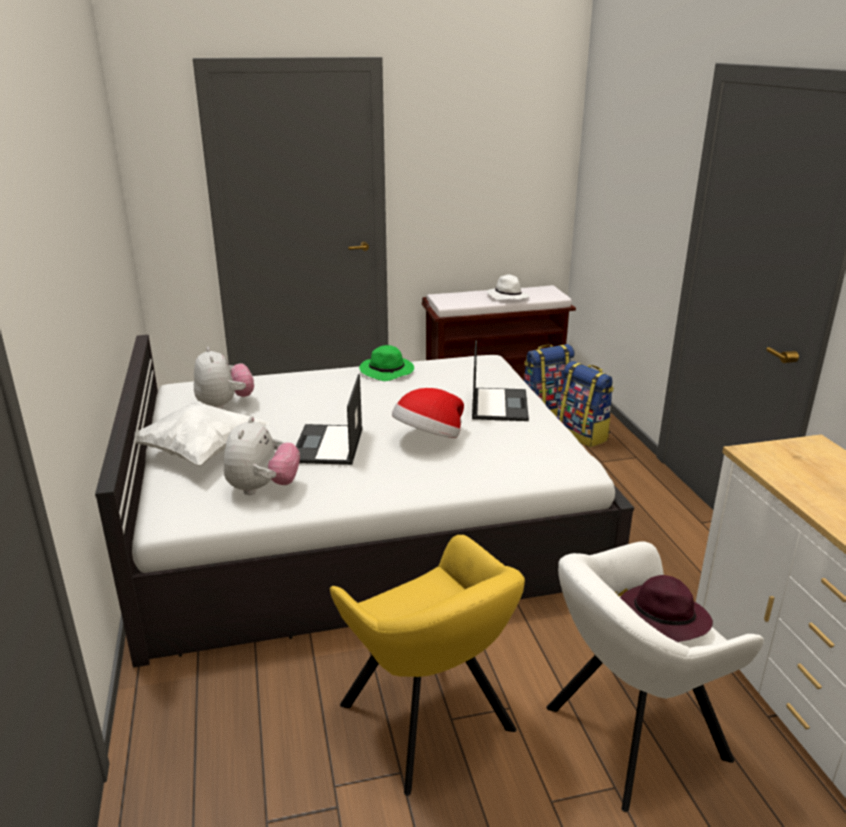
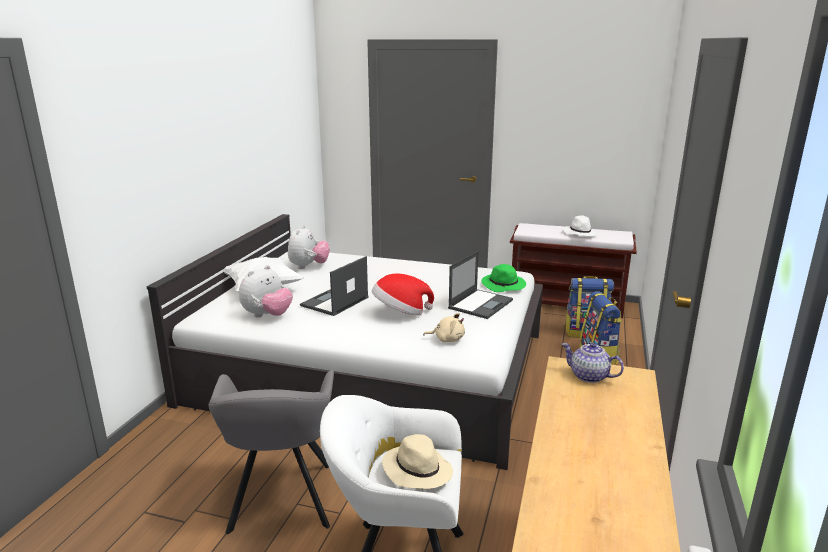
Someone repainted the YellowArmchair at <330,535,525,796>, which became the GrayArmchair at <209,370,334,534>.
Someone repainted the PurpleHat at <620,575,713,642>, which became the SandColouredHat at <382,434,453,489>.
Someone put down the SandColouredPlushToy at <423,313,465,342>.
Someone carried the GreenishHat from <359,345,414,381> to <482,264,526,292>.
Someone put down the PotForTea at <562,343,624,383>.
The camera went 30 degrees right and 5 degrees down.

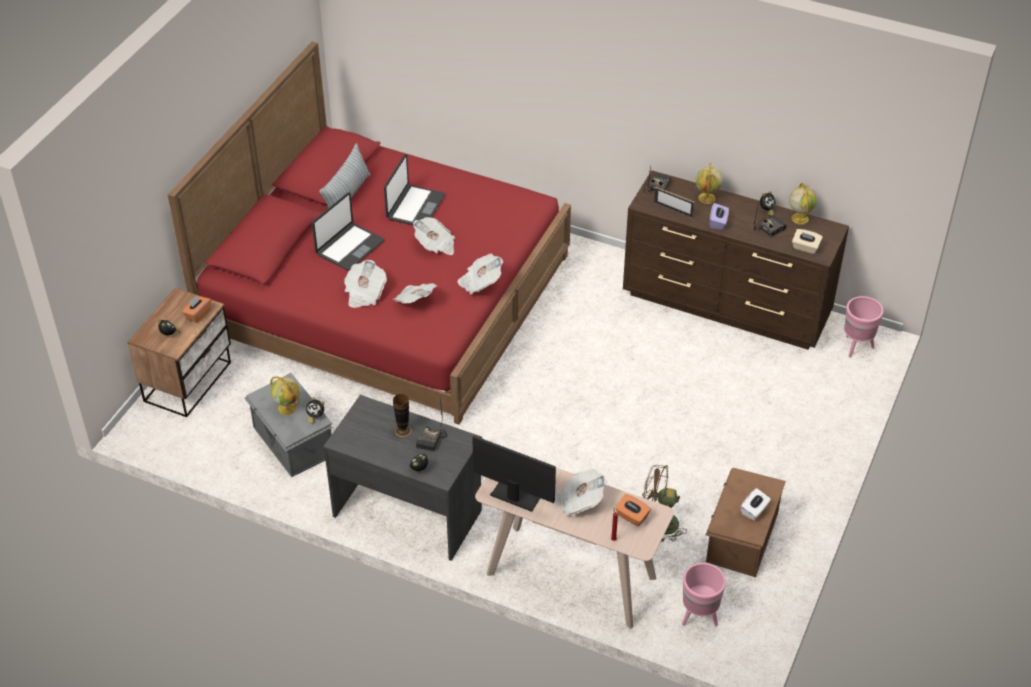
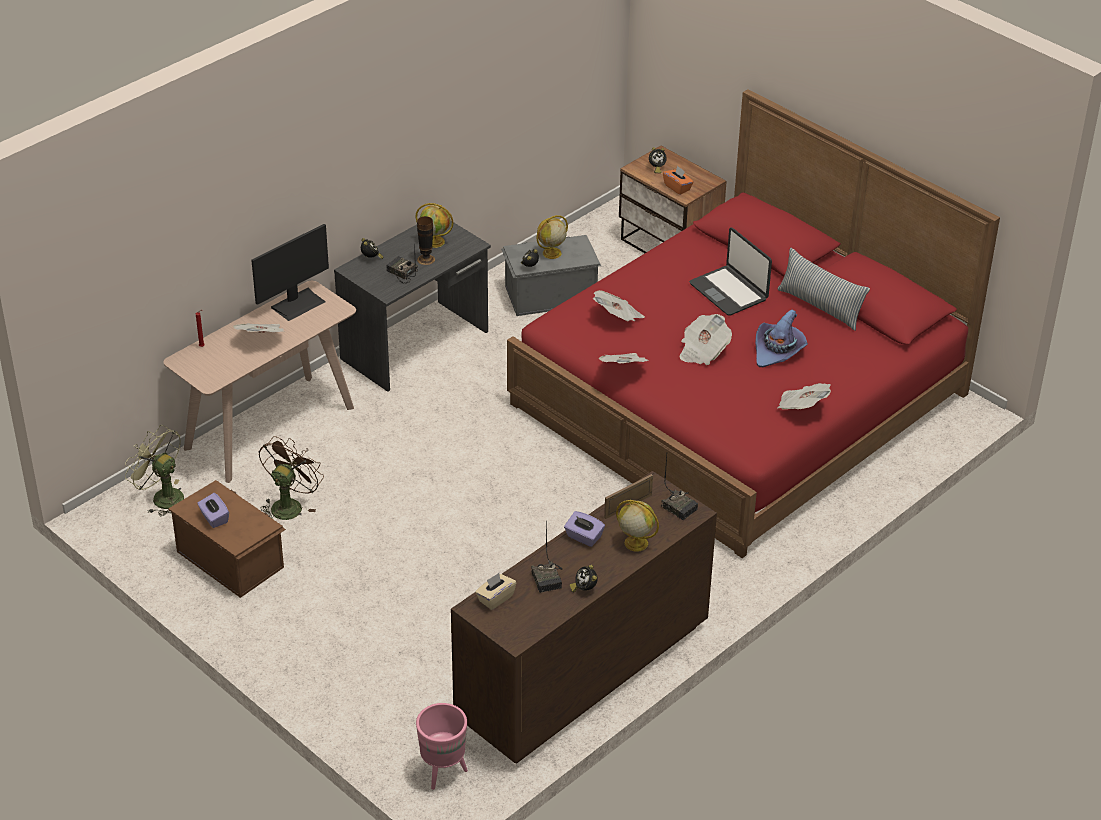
Someone swapped the PinkFlowerPot at <682,563,726,626> for the GreenishCoolingFan at <125,425,184,516>.
Someone repainted the WhitishTissueBox at <741,488,771,521>, which became the PurpleTissueBox at <197,493,229,528>.
Someone carried the DeskGlobe from <789,183,817,225> to <415,203,454,248>.
Someone swapped the NotebookComputer at <384,154,445,225> for the PurpleHat at <755,310,808,367>.
Someone carried the Newspaper from <344,260,387,308> to <777,383,831,409>.
Someone took away the OrangeColouredTissueBox at <615,494,651,527>.
The camera went 110 degrees right and 5 degrees down.

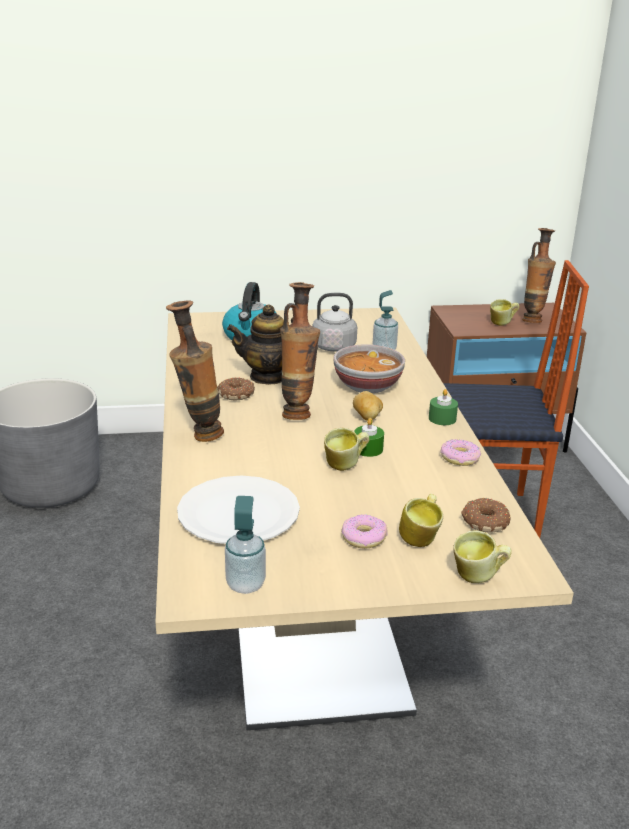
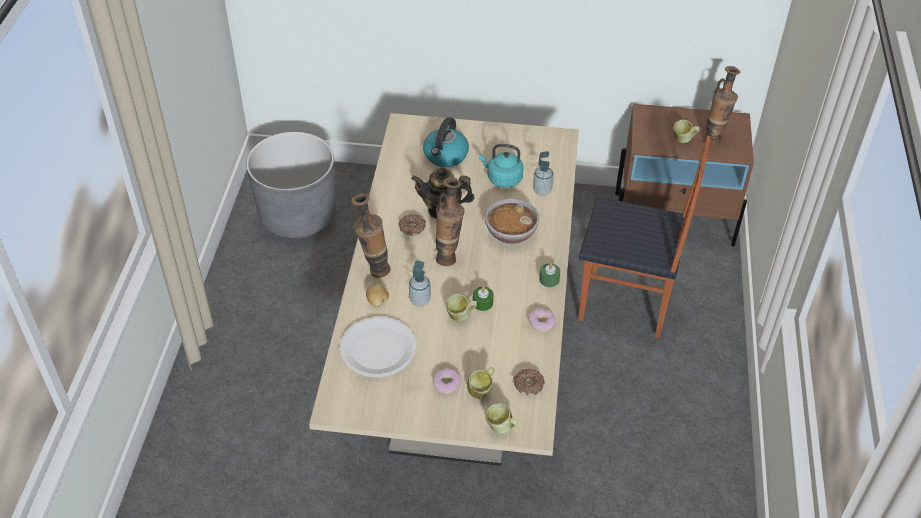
Someone carried the WholePotato from <353,391,383,421> to <366,283,389,307>.
Someone carried the SoapBottle from <225,496,266,594> to <409,261,431,306>.
Someone repainted the GrayTeaKettle at <312,293,357,351>, which became the TurquoiseColouredTeaKettle at <479,144,524,188>.
The camera went 15 degrees right and 20 degrees up.

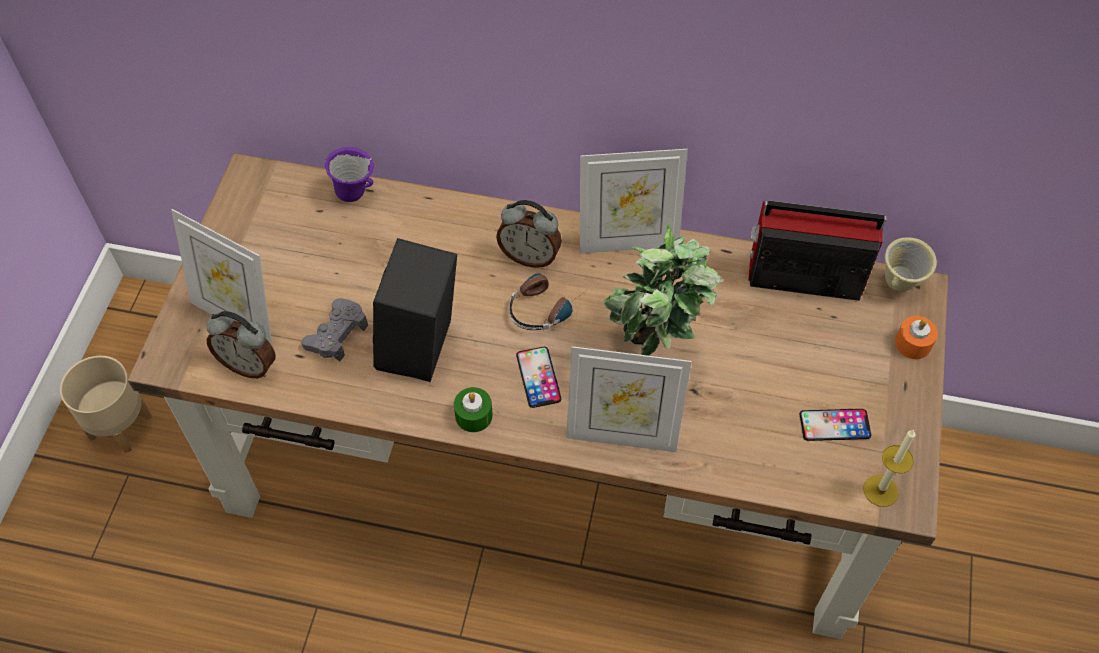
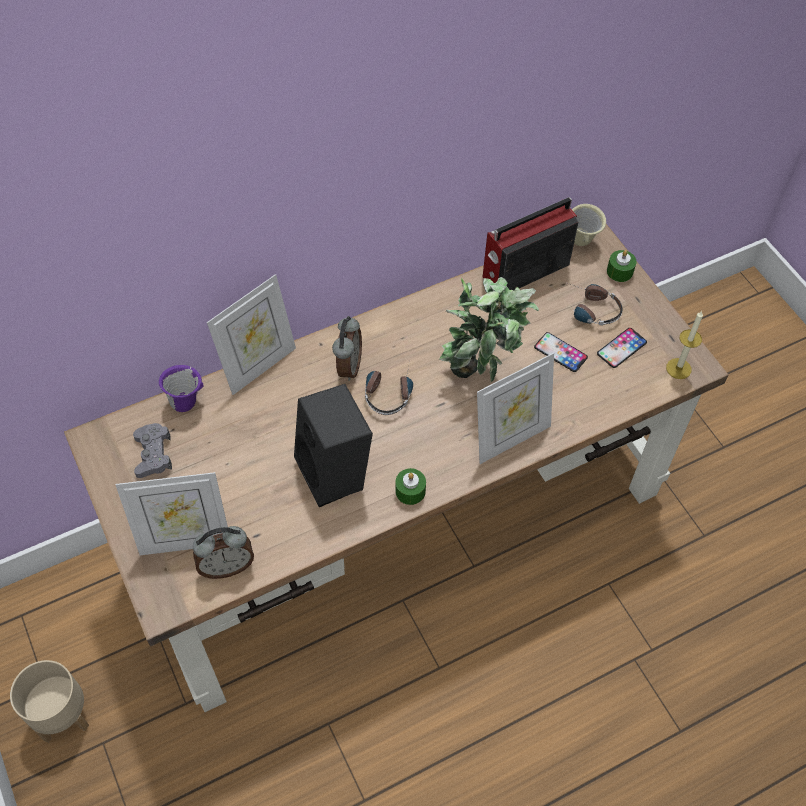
Someone carried the GrayGameController from <301,298,368,361> to <133,423,172,478>.
Someone carried the PictureFrame from <580,149,688,254> to <207,274,296,395>.
Someone rotated the AlarmClock at <496,200,562,268> by 60 degrees counterclockwise.
Someone carried the Phone from <516,347,561,408> to <534,332,588,372>.
Someone put down the PairOfHeadphones at <568,283,623,326>.
Someone repainted the OrangeColouredWaxCandle at <895,316,938,359>, which became the GreenishWaxCandle at <607,250,637,282>.
The camera went 40 degrees left and 0 degrees up.

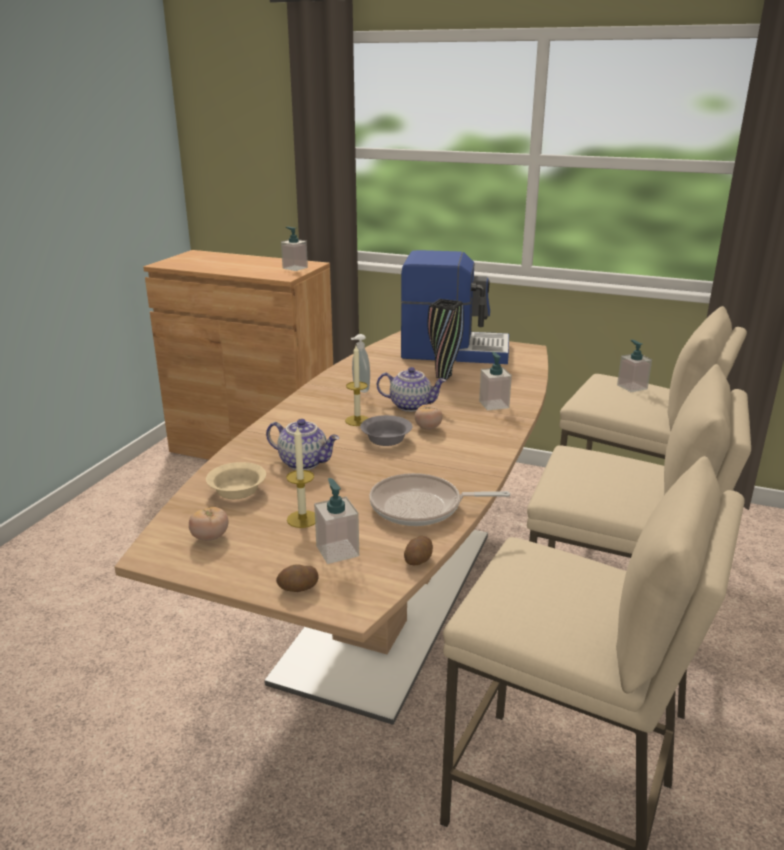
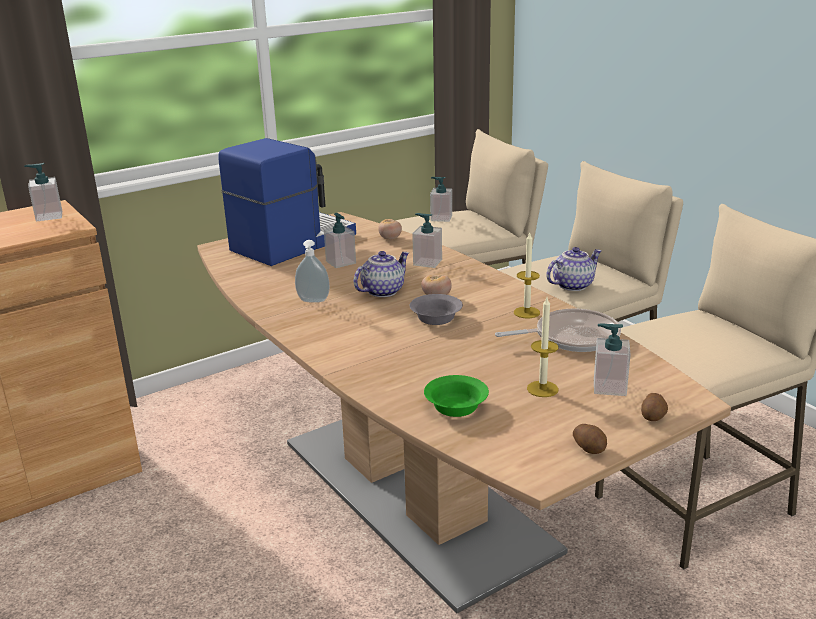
Someone swapped the BlackishDecorativeVase at <428,299,464,380> for the SoapBottle at <324,213,356,268>.
Someone carried the Tomato from <189,507,229,541> to <378,219,402,240>.
Someone repainted the SandColouredDeepDish at <206,462,266,499>, which became the GreenishDeepDish at <424,375,489,417>.
Someone rotated the Skillet at <369,473,511,526> by 135 degrees counterclockwise.
Someone carried the WaxCandle from <345,346,368,426> to <514,233,540,318>.
Someone carried the PotForTea from <266,419,339,470> to <546,247,601,291>.
Someone carried the WholePotato from <404,536,433,565> to <573,424,607,454>.
The camera went 55 degrees left and 0 degrees up.

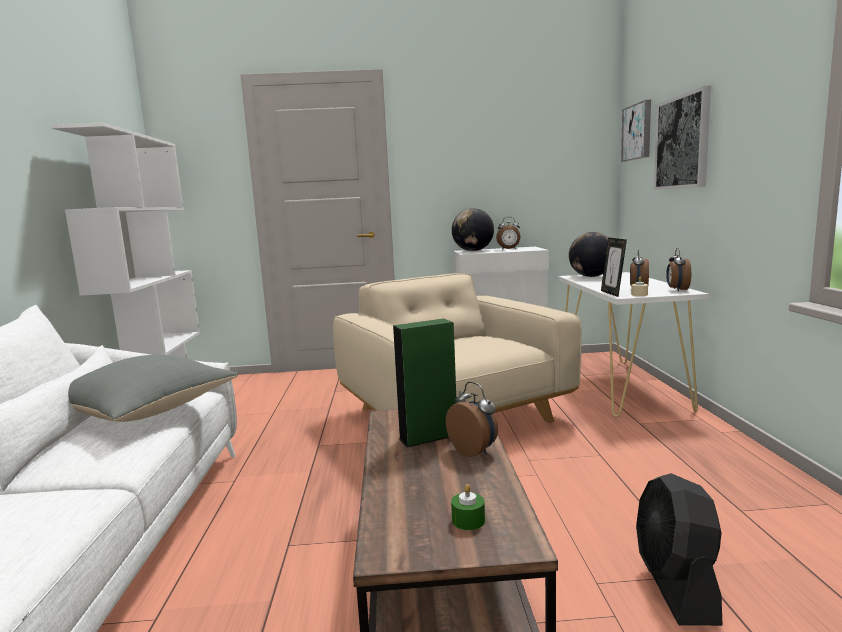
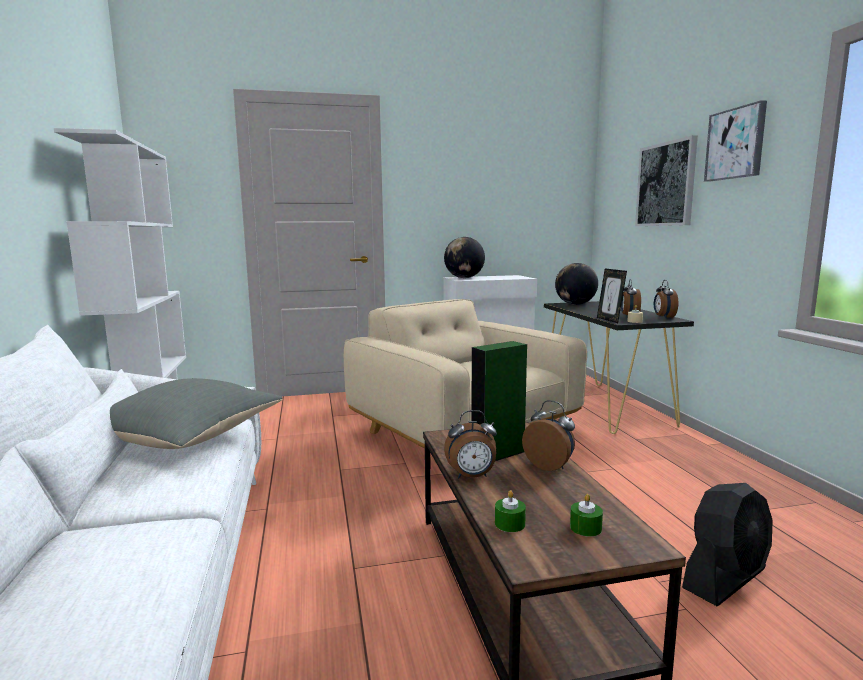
Someone carried the AlarmClock from <496,217,520,249> to <444,410,497,479>.
Someone put down the GreenishWaxCandle at <495,490,526,532>.
Someone repainted the WhitishConsoleTable at <558,272,709,417>, which became the BlackishConsoleTable at <544,301,694,434>.
Someone rotated the BlackishCoolingFan at <636,473,723,626> by 120 degrees counterclockwise.
Someone carried the WallPicture from <621,99,651,162> to <704,100,767,182>.
The camera went 10 degrees left and 0 degrees up.

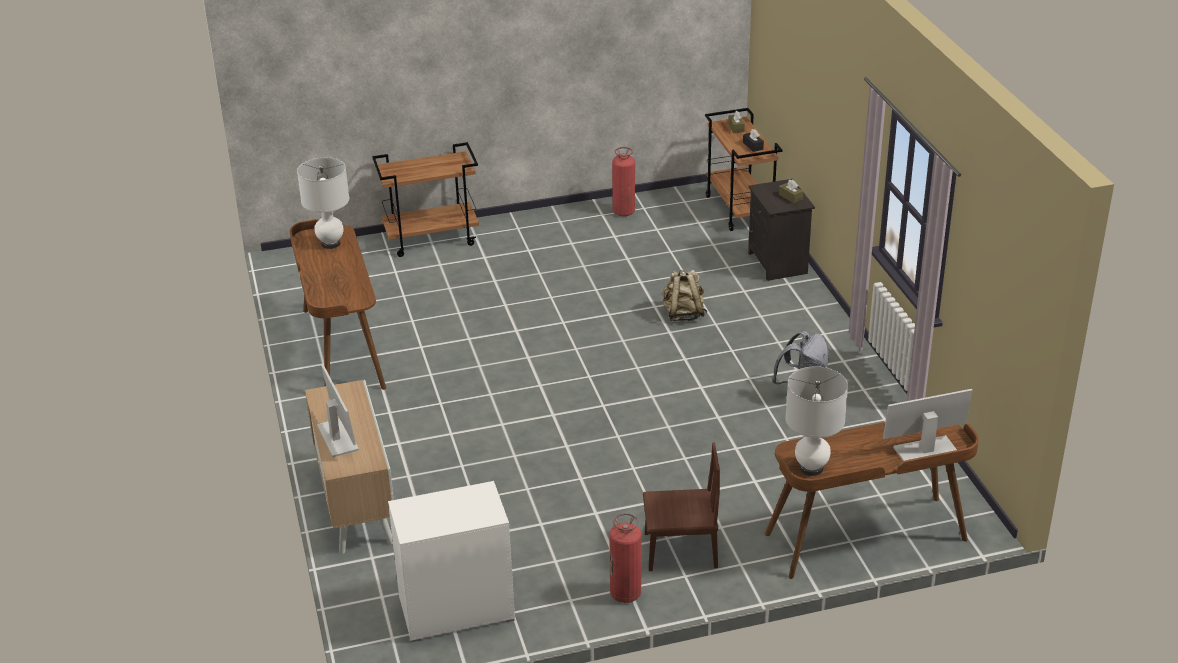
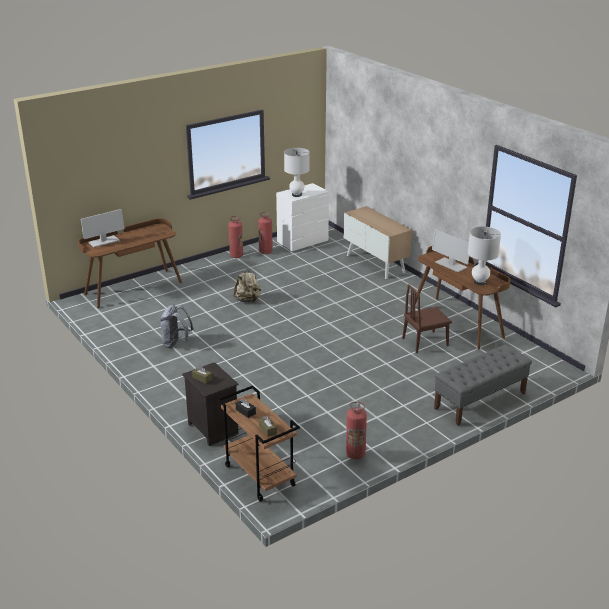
Someone carried the SandColouredRucksack from <663,270,707,321> to <233,268,261,303>.
Someone put down the FireFightingCylinder at <258,212,273,254>.
Someone carried the WhitishLampForATable from <786,366,848,476> to <284,148,309,197>.
Someone carried the BrownishChair from <643,442,720,571> to <402,284,452,353>.
Someone carried the Monitor from <317,364,359,457> to <432,229,469,272>.
Someone swapped the BrownishTrolley at <372,142,479,257> for the GrayBench at <434,345,532,426>.
The camera went 160 degrees right and 5 degrees down.

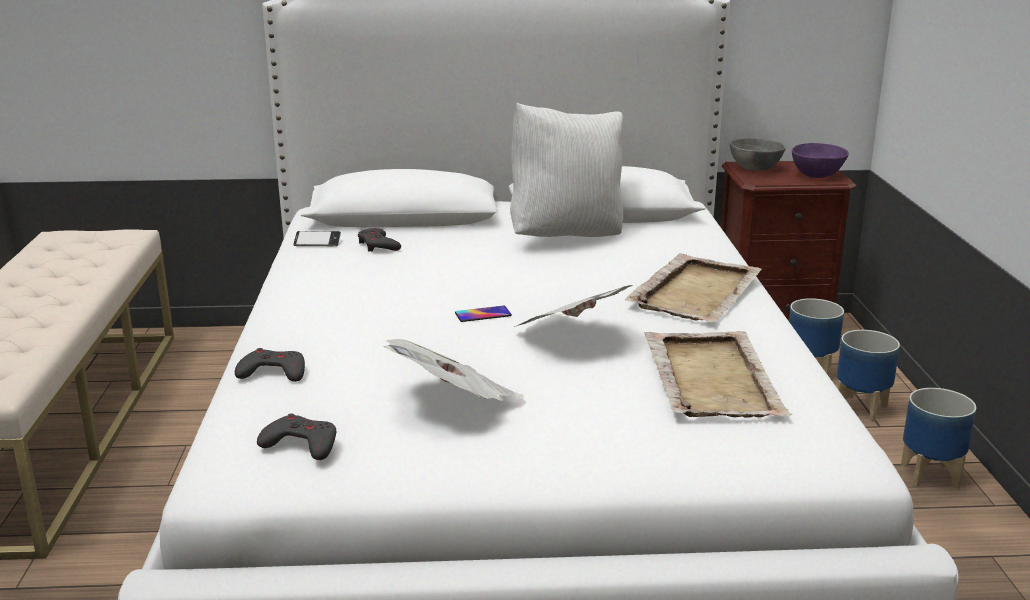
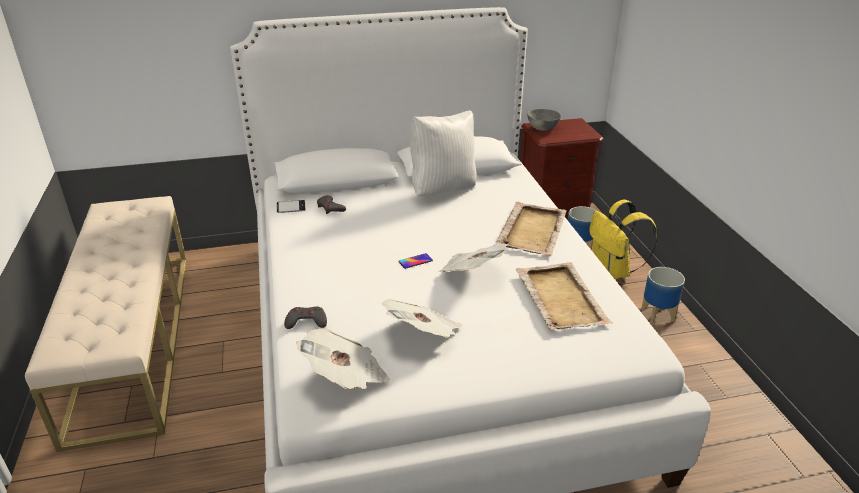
Someone swapped the GrayGameController at <257,414,336,460> for the Newspaper at <296,328,390,389>.
Someone swapped the FlowerPot at <837,330,900,422> for the YellowRucksack at <589,200,657,279>.
Someone took away the PurpleDeepDish at <792,143,849,178>.
The camera went 10 degrees left and 10 degrees up.

